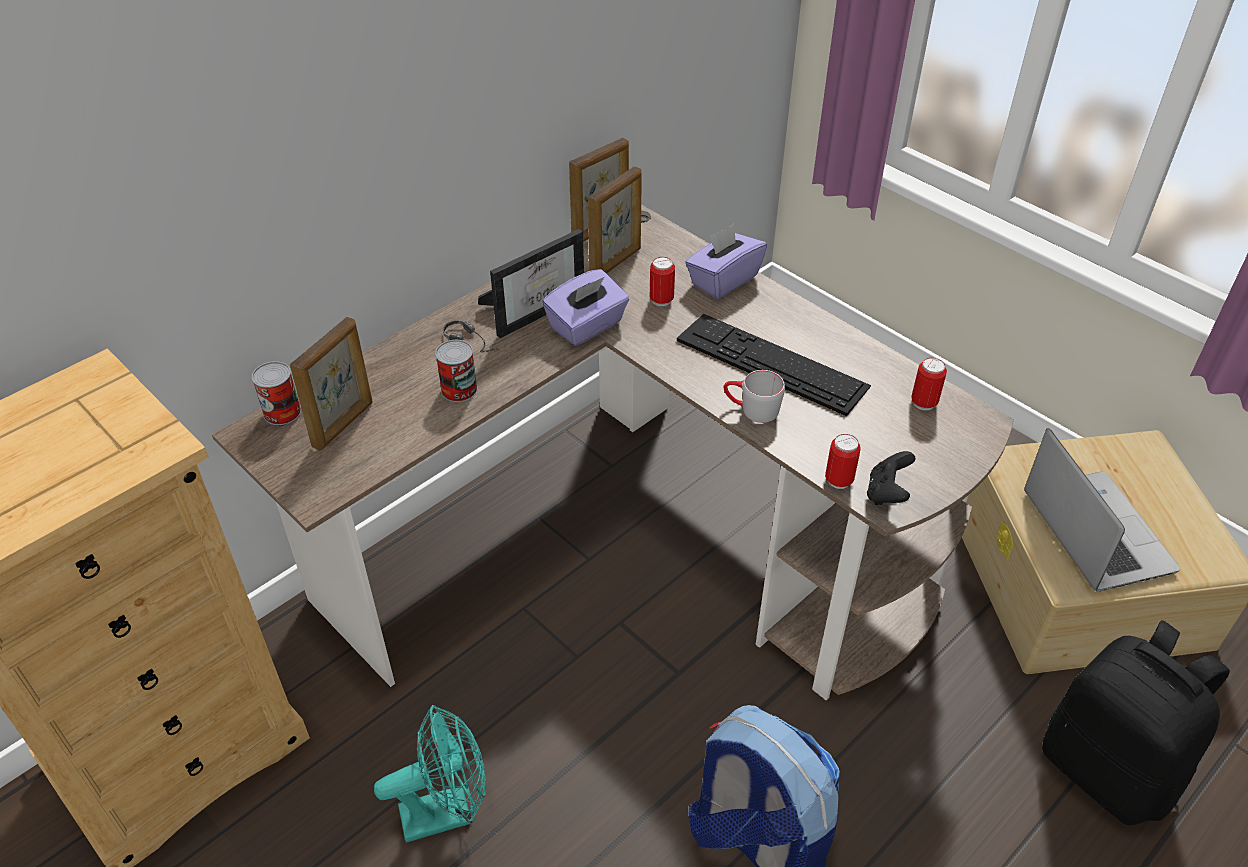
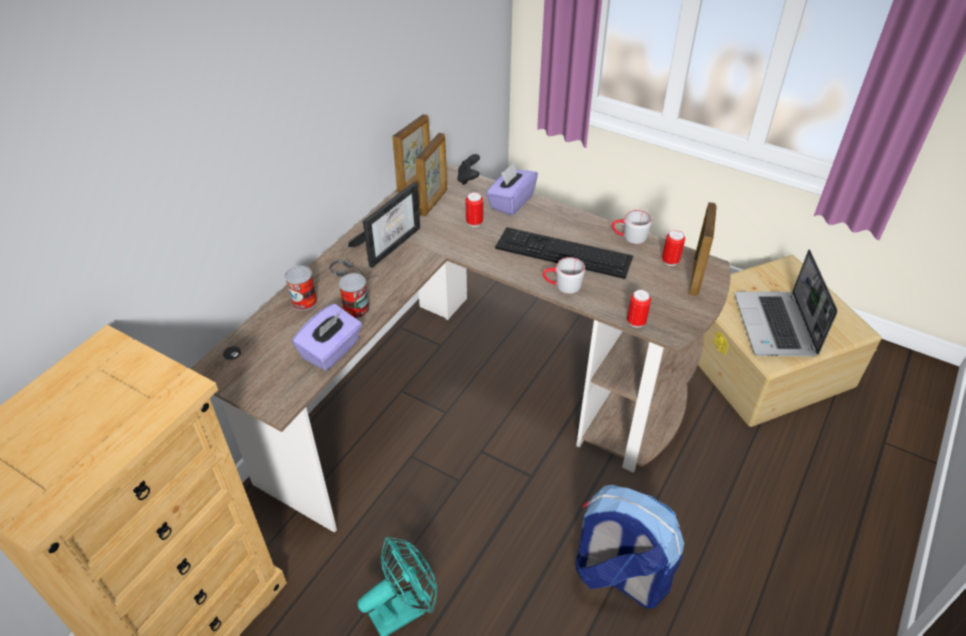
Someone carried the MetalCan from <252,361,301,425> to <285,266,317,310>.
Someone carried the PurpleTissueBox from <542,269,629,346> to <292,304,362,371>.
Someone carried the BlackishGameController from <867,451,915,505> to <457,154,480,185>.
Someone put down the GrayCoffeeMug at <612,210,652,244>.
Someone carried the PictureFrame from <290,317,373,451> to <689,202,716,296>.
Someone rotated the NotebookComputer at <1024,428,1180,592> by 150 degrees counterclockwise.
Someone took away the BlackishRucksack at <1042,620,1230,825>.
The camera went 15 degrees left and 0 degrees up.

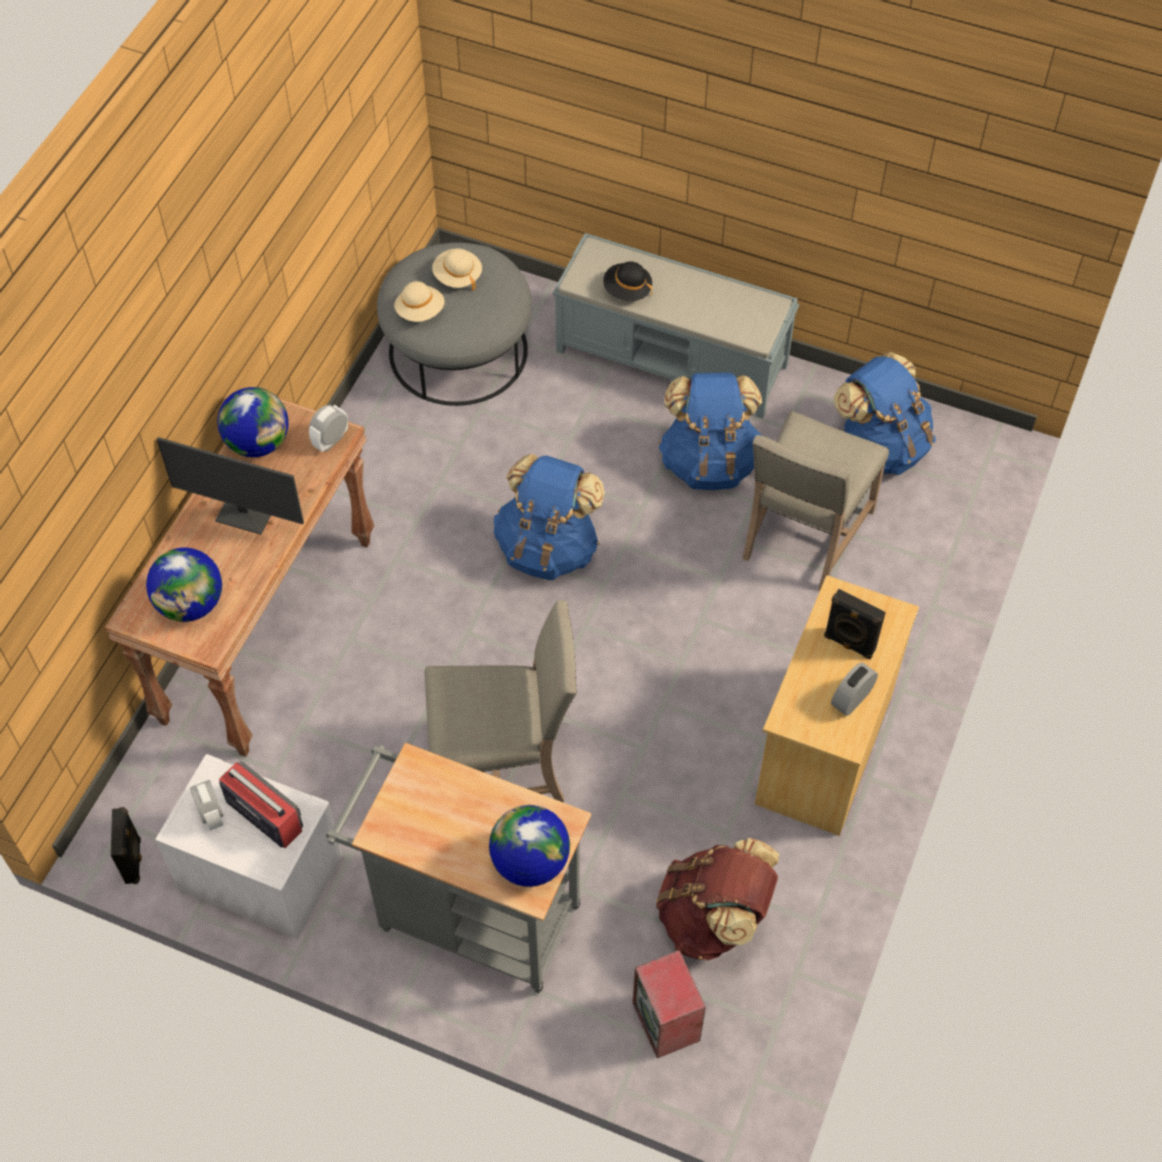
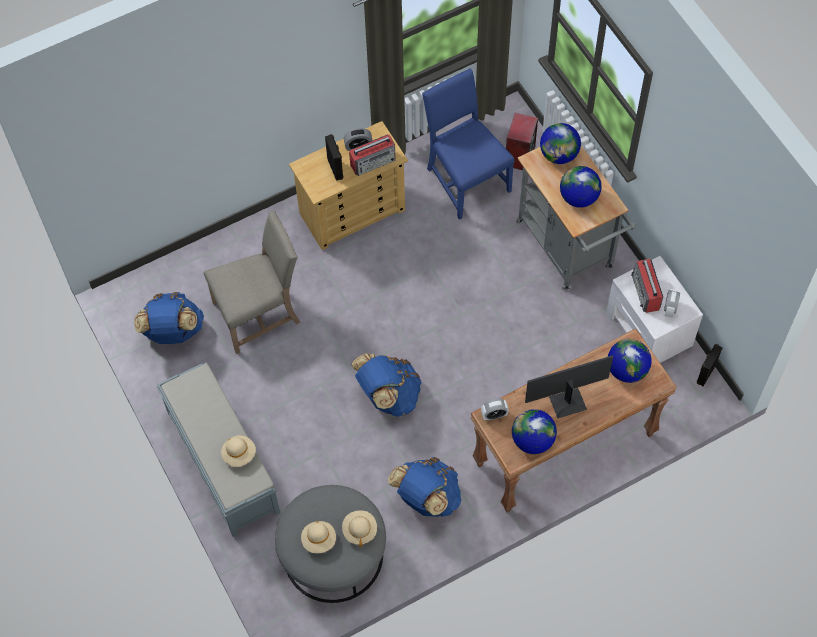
Someone repainted the BlackishHat at <603,261,652,301>, which became the SandColouredHat at <221,435,256,467>.
Someone put down the RadioReceiver at <349,134,396,176>.
Someone carried the BlueColouredRucksack from <659,372,762,490> to <388,457,461,517>.
Someone swapped the BrownishRucksack at <656,838,779,960> for the BlueColouredChair at <422,68,515,220>.
Someone rotated the Monitor at <157,437,304,535> by 75 degrees counterclockwise.
Someone put down the DeskGlobe at <560,166,602,208>.
Someone took away the SandColouredChair at <425,600,577,802>.
The camera went 140 degrees left and 5 degrees up.

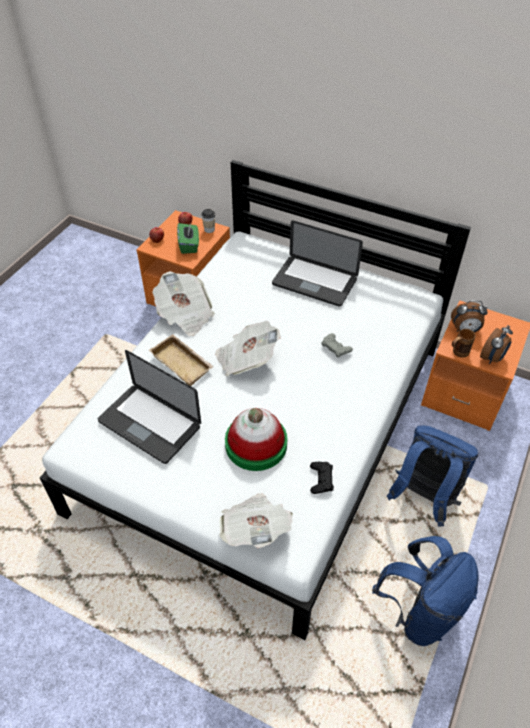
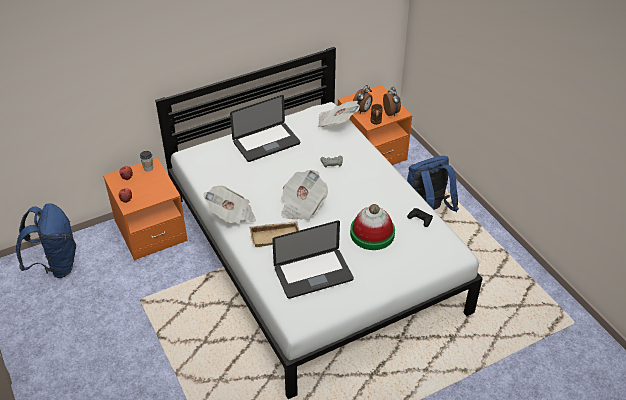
Someone carried the BlueColouredRucksack from <372,536,478,646> to <16,203,76,278>.
Someone carried the Newspaper from <220,493,293,548> to <318,101,360,127>.
Someone took away the GreenishTissueBox at <177,222,199,254>.
The camera went 55 degrees left and 5 degrees down.

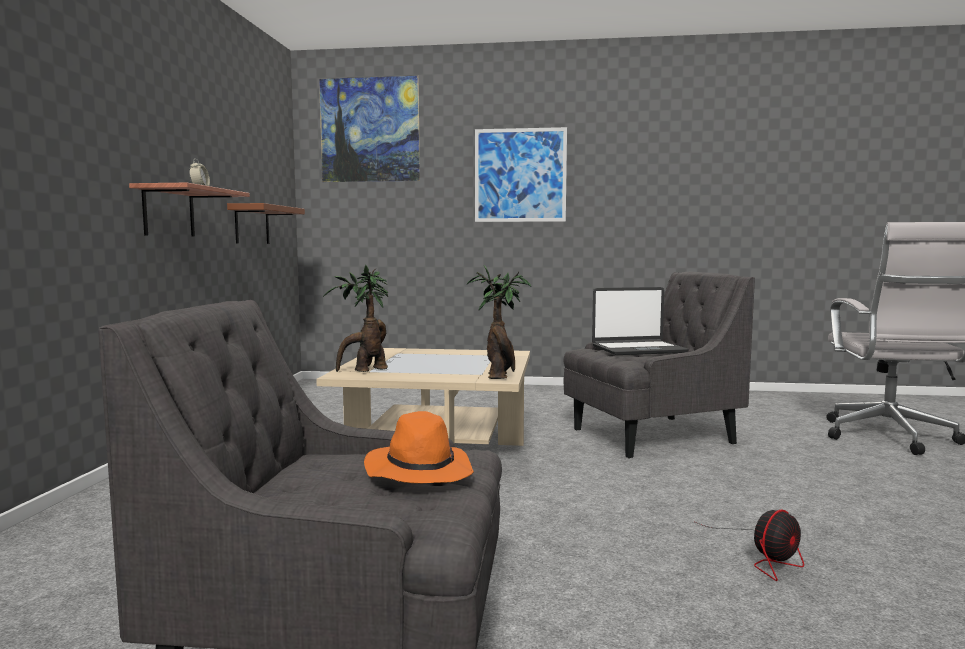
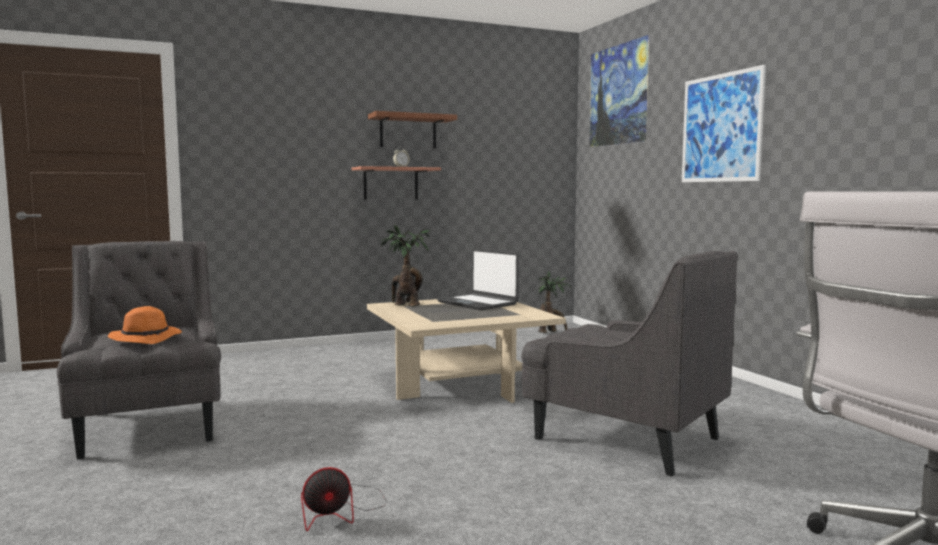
Someone rotated the CoolingFan at <695,509,804,581> by 45 degrees counterclockwise.
Someone carried the BrownishShelf from <227,203,305,244> to <368,111,457,148>.
Someone carried the NotebookComputer from <592,287,689,355> to <437,249,519,310>.
Someone carried the PottedPlant from <467,265,532,379> to <537,271,573,333>.
The camera went 60 degrees right and 0 degrees up.

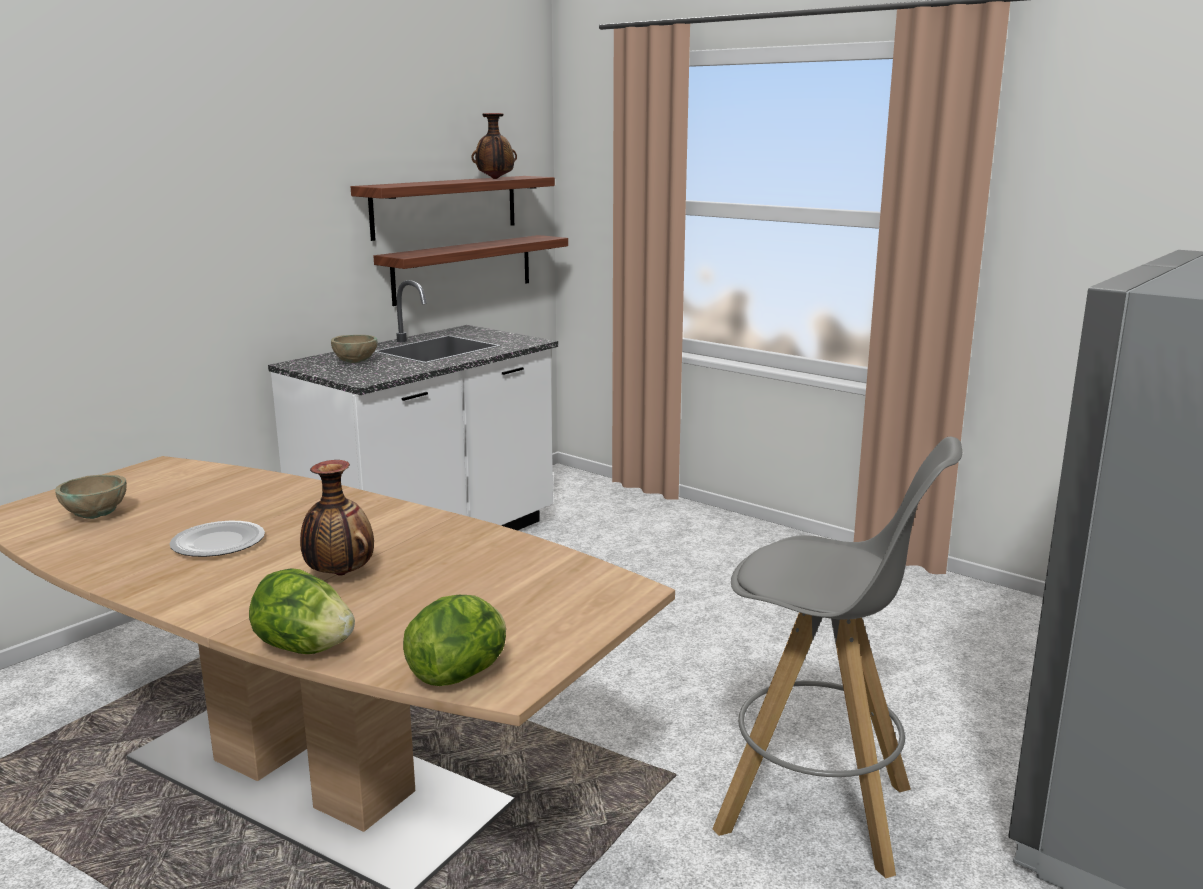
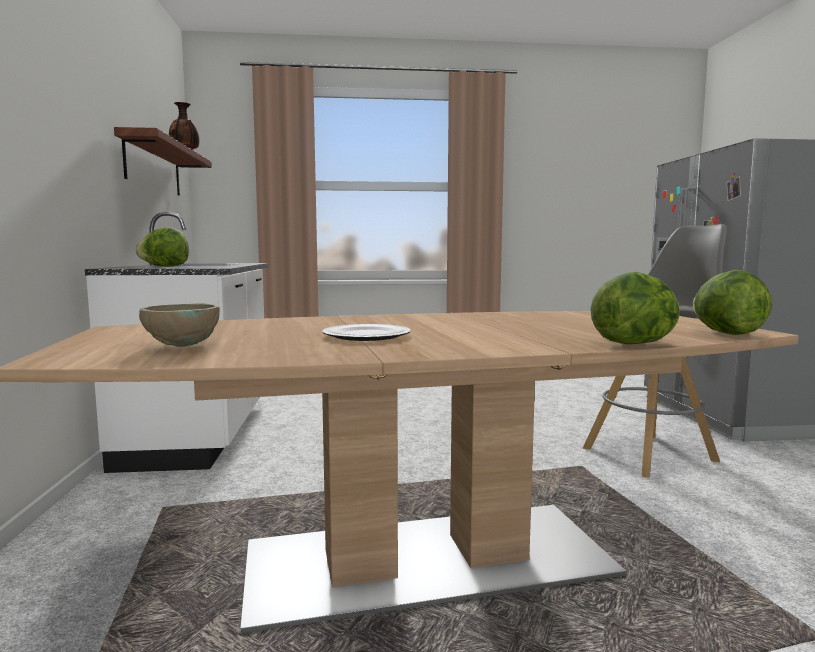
Someone swapped the SandColouredDeepDish at <331,335,378,363> for the Lettuce at <136,227,189,267>.
Someone took away the DecorativeVase at <300,460,374,576>.
Someone took away the Shelf at <373,235,568,306>.
The camera went 45 degrees left and 10 degrees down.

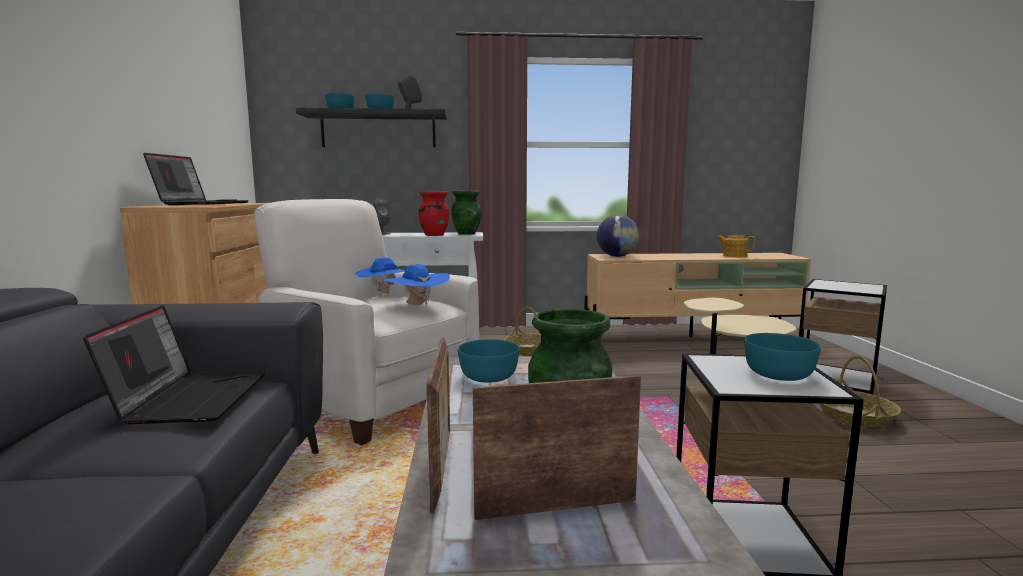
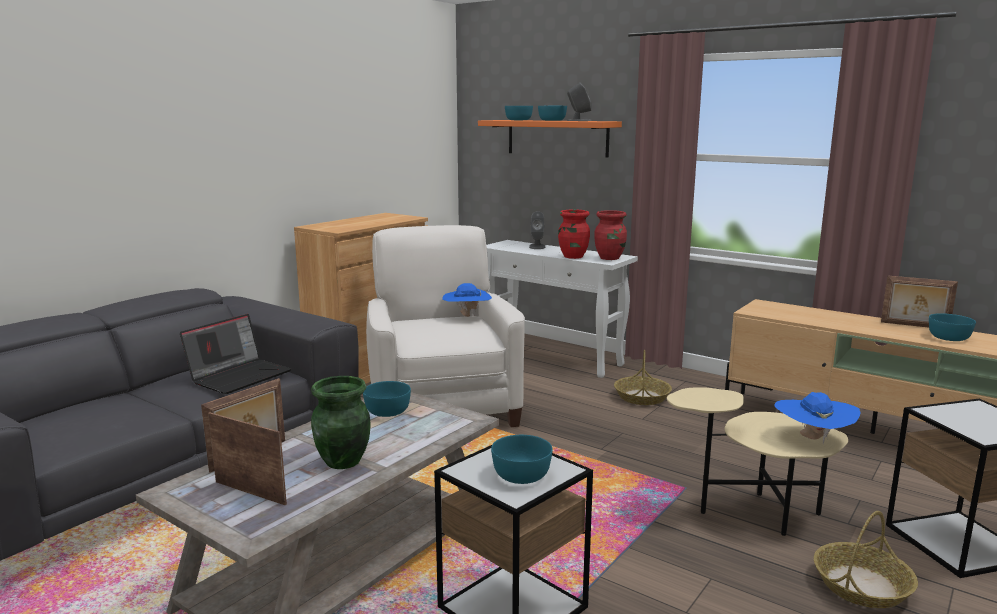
Someone repainted the BlackishShelf at <296,108,447,148>, which became the OrangeColouredShelf at <478,120,622,158>.
Someone repainted the GreenishDecorativeVase at <451,191,481,235>, which became the RedDecorativeVase at <594,210,627,260>.
Someone carried the BlueColouredHat from <383,264,450,307> to <774,392,861,444>.
Someone put down the PictureFrame at <881,275,958,328>.
Someone swapped the PotForTea at <717,235,755,257> for the TurquoiseColouredDeepDish at <929,313,976,341>.
Someone took away the NotebookComputer at <143,153,249,205>.
Someone took away the DeskGlobe at <597,215,639,257>.
The camera went 40 degrees right and 5 degrees up.

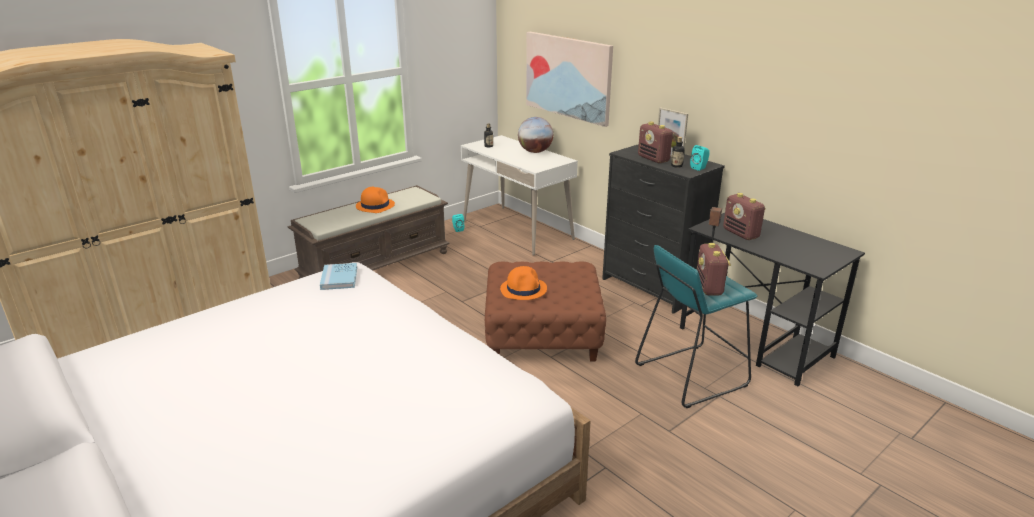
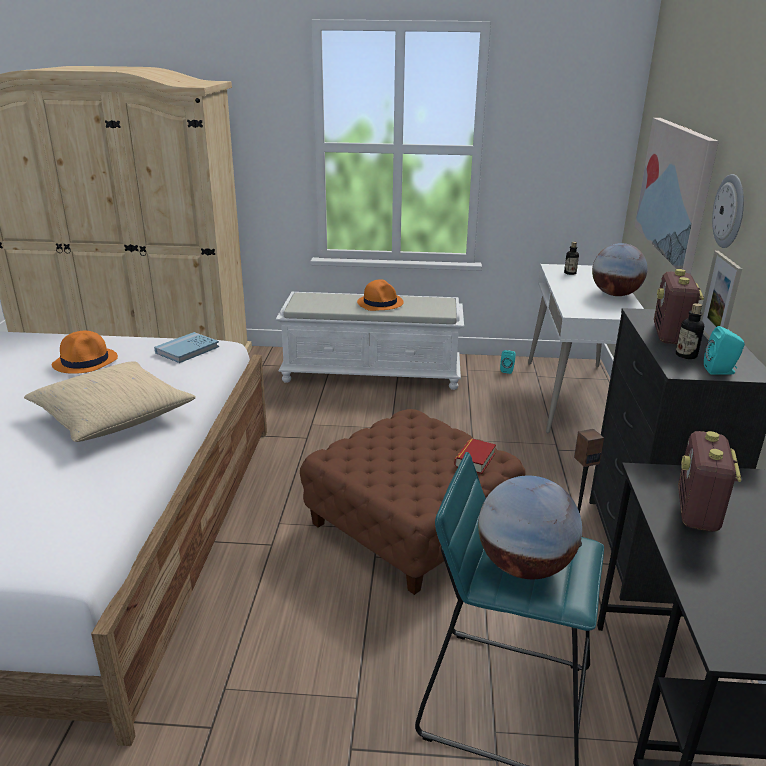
Someone put down the SandColouredPillow at <24,361,196,442>.
Someone carried the OrangeColouredHat from <500,266,547,300> to <52,331,118,374>.
Someone repainted the BrownishBench at <288,185,450,279>, which became the WhitishBench at <275,292,464,390>.
Someone put down the BoundBook at <455,438,496,474>.
Someone swapped the RadioReceiver at <697,243,731,296> for the DeskGlobe at <478,476,582,579>.
Someone put up the ClockOnTheWall at <712,174,744,248>.
The camera went 45 degrees right and 0 degrees up.

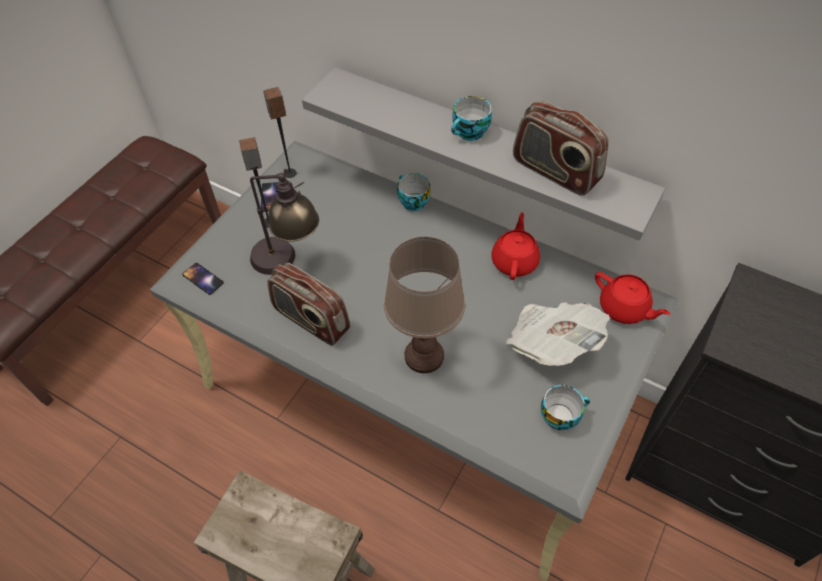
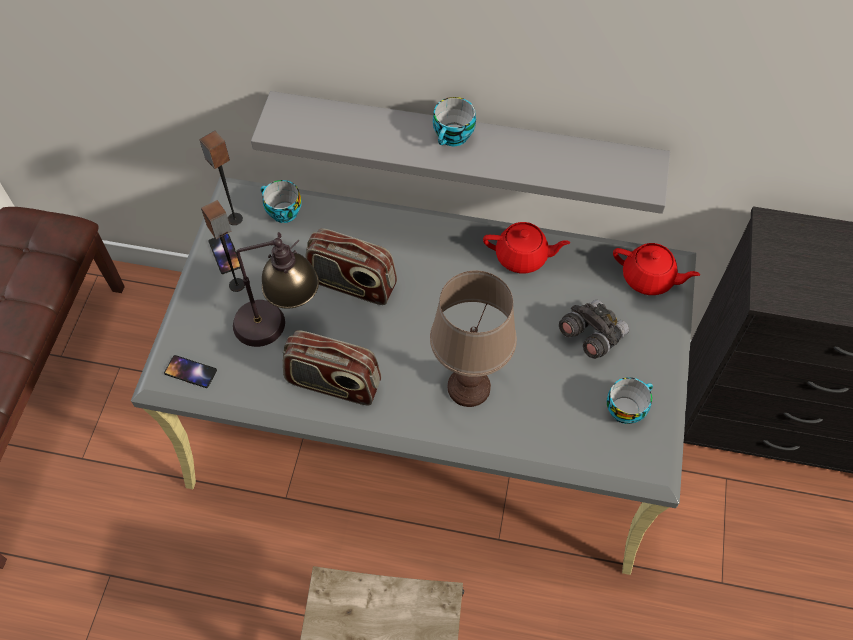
Someone carried the Cup from <397,173,431,211> to <261,180,302,223>.
Someone carried the RadioReceiver from <513,102,609,196> to <305,228,397,305>.
Someone rotated the RedPotForTea at <492,212,540,280> by 105 degrees clockwise.
Someone swapped the Newspaper at <506,302,610,366> for the GrayFieldGlasses at <559,300,629,359>.
The camera went 20 degrees left and 5 degrees up.

